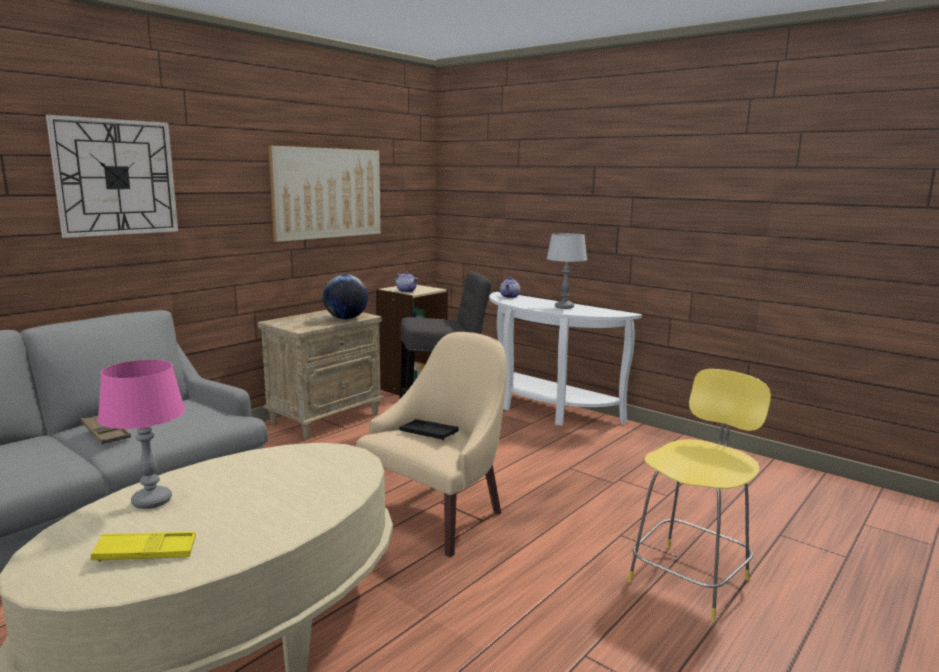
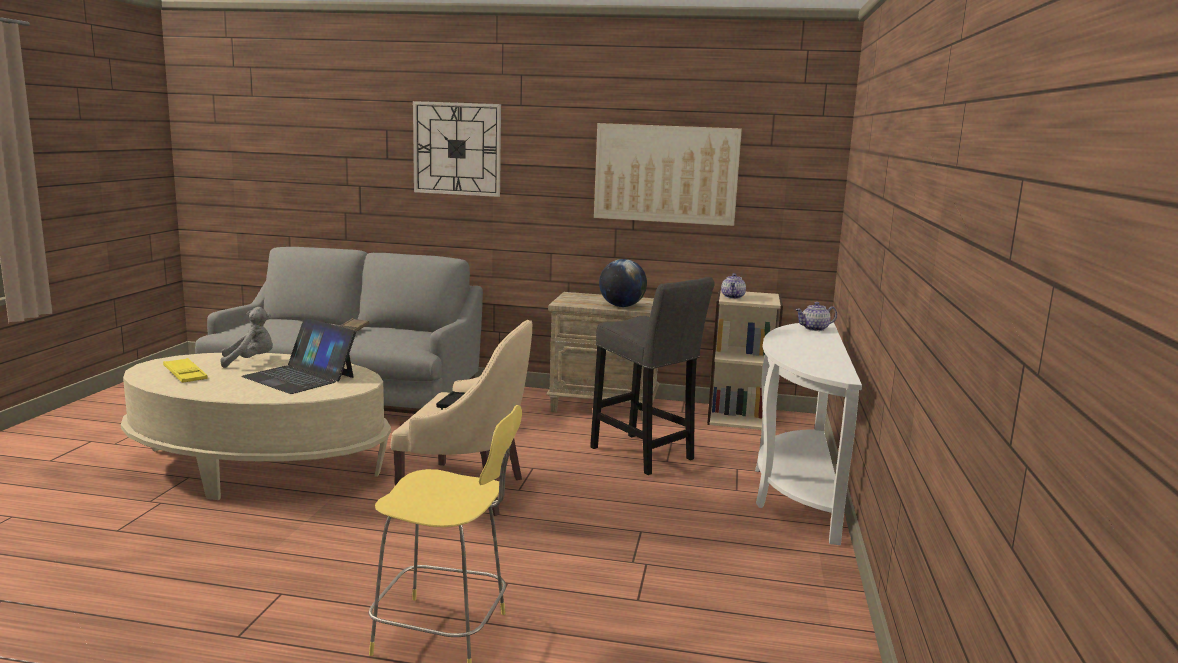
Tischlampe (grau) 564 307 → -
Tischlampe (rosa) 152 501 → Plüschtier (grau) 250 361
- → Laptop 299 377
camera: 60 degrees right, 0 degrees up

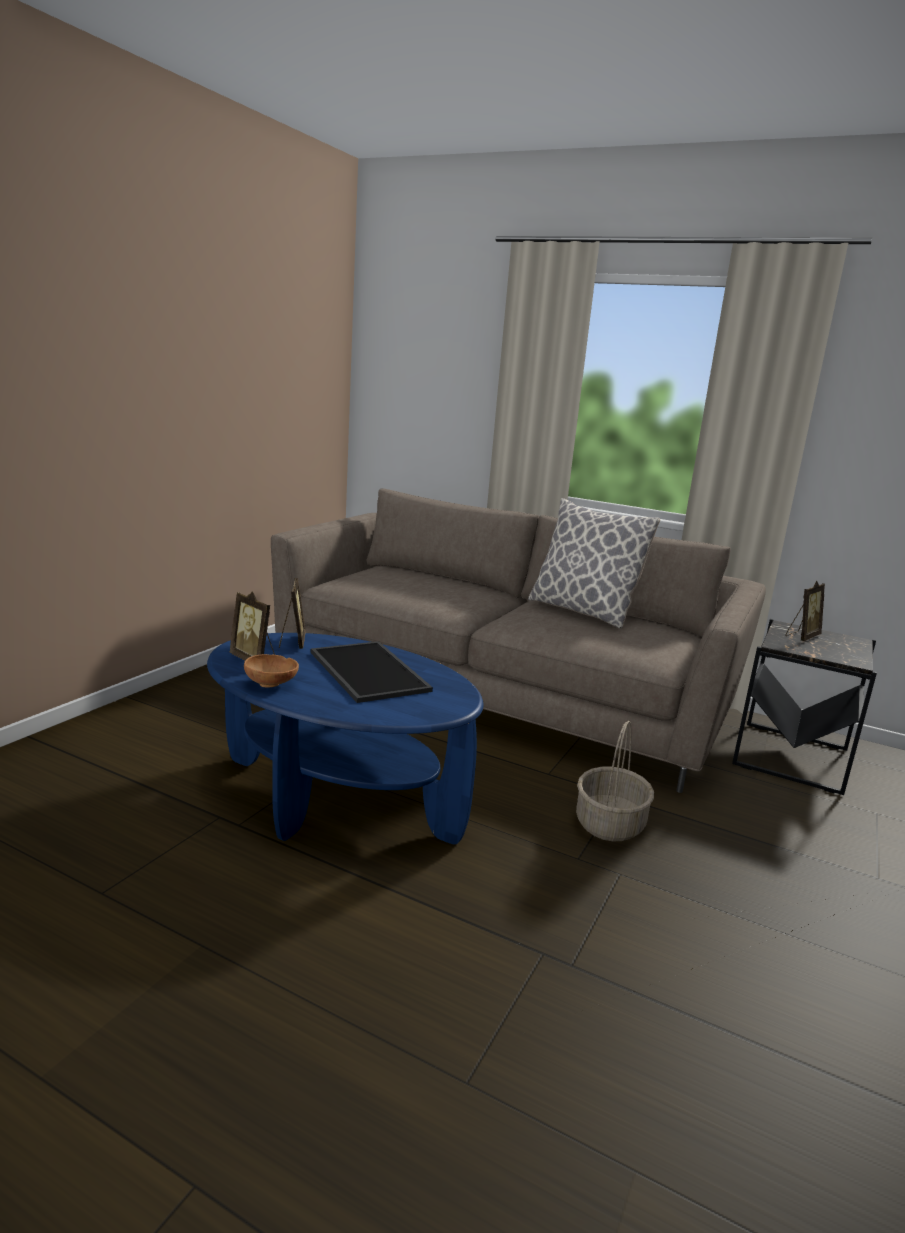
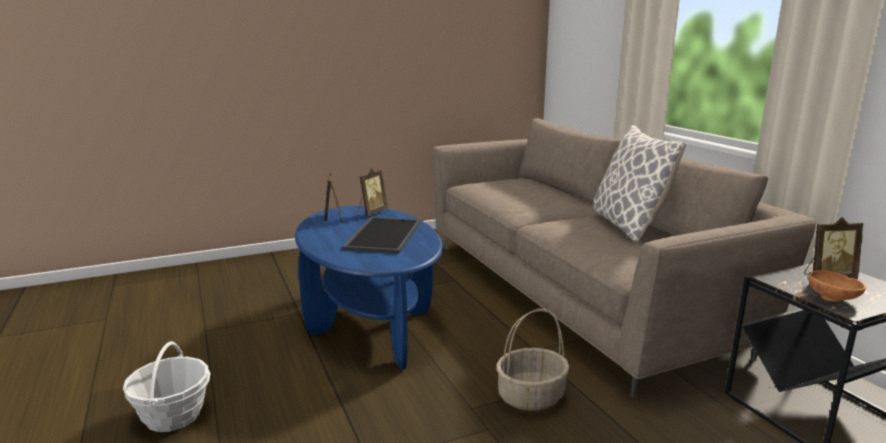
Schüssel (braun) 272 684 → Schüssel (braun) 833 299, move
- → Korb 173 415
camera: 40 degrees right, 0 degrees up

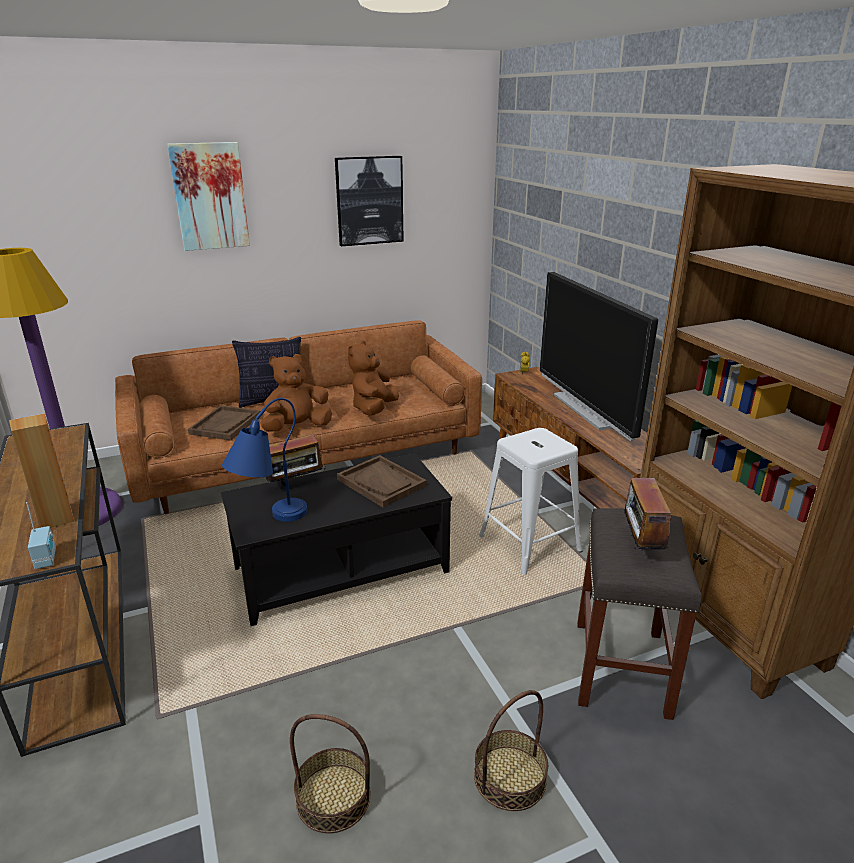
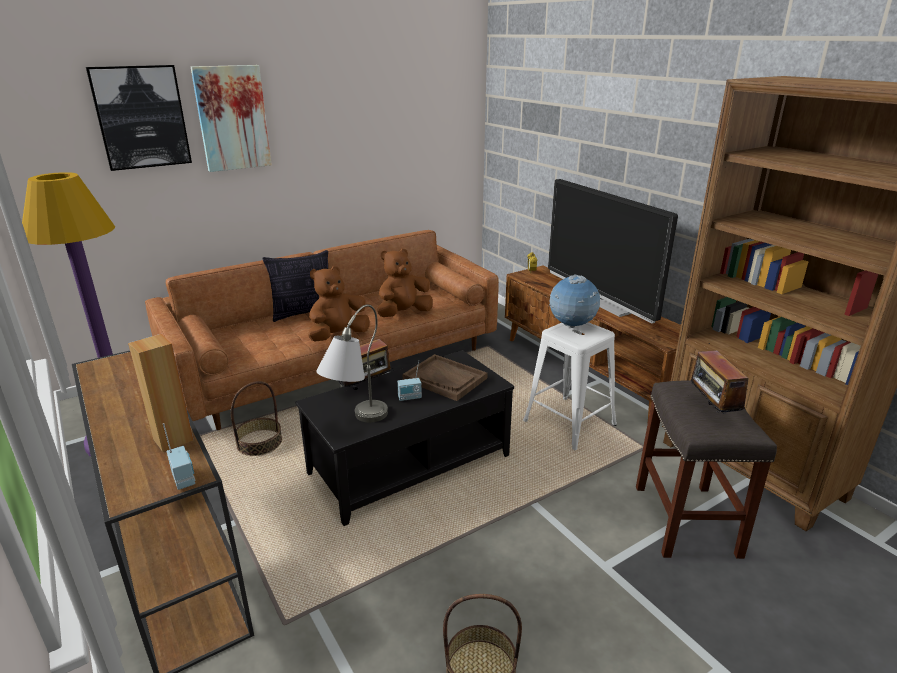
Bild 369 200 → Bild 141 117, move
Plüschtier (braun) 374 409 → Plüschtier (braun) 403 314, 45 degrees clockwise
Tischlampe (blau) 269 521 → Tischlampe (grau) 355 424
Tablett (braun) 226 424 → -
Korb 510 777 → Korb 259 443, move
- → Globus 572 326
- → Radio 410 398
camera: 10 degrees left, 0 degrees up

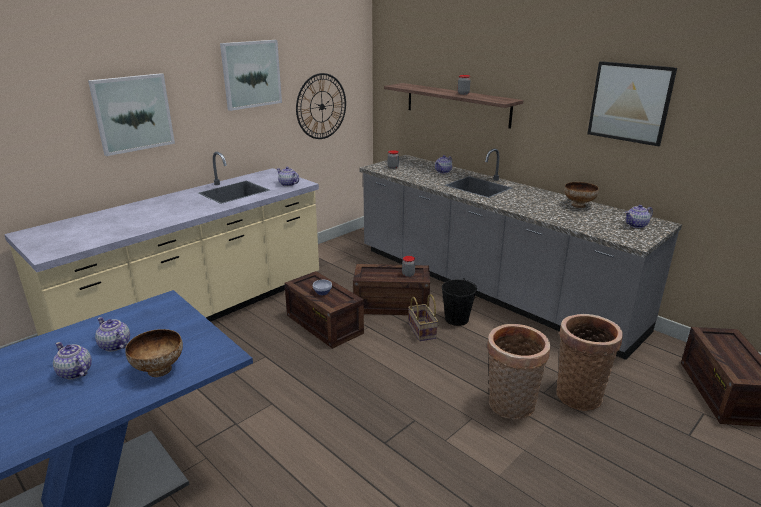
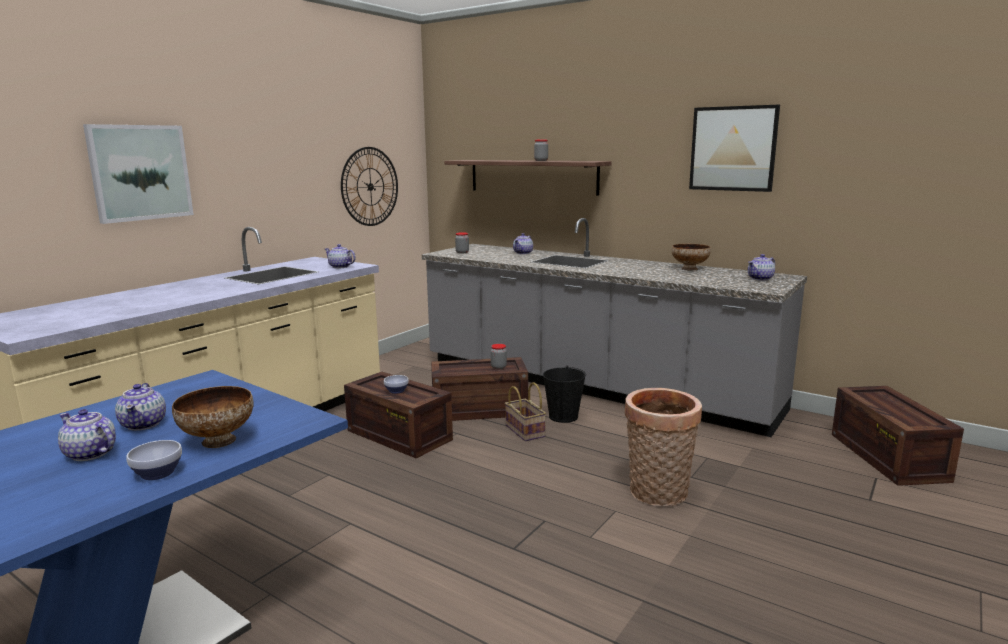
Bild 251 74 → -
Korb 579 394 → -
Teekanne 115 346 → Teekanne 144 424, 135 degrees counterclockwise
- → Schüssel 159 473
camera: 10 degrees left, 10 degrees down

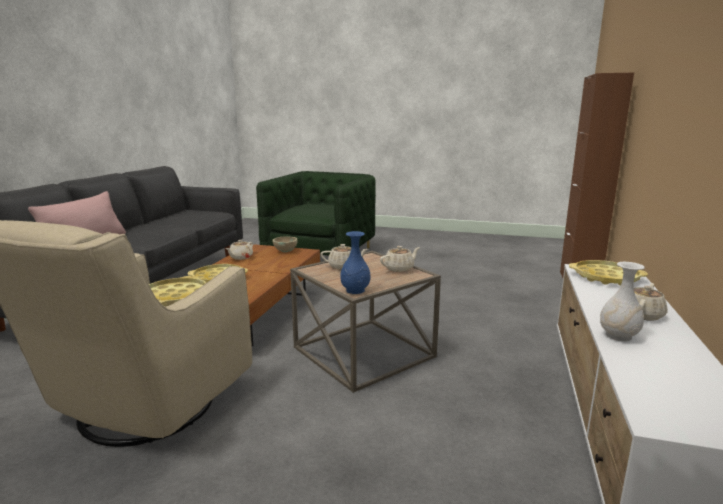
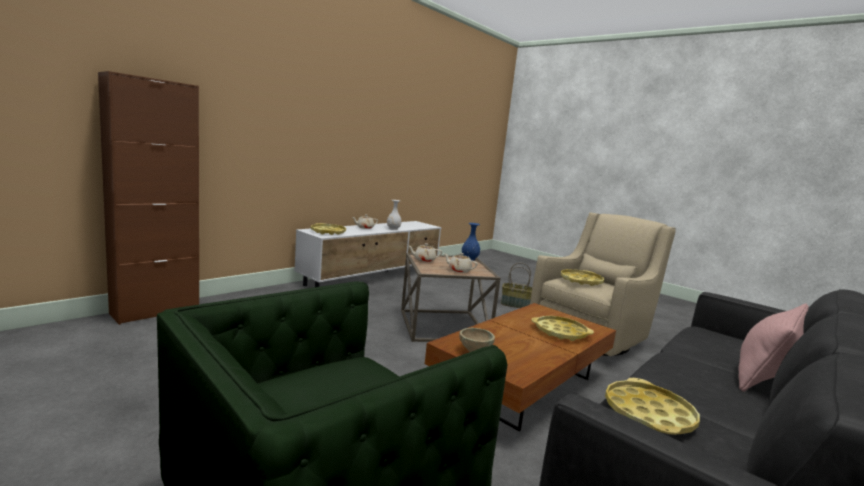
Teekanne (beige) 240 257 → -
- → Korb 516 305
- → Tablett (gelb) 648 414
camera: 155 degrees left, 5 degrees down

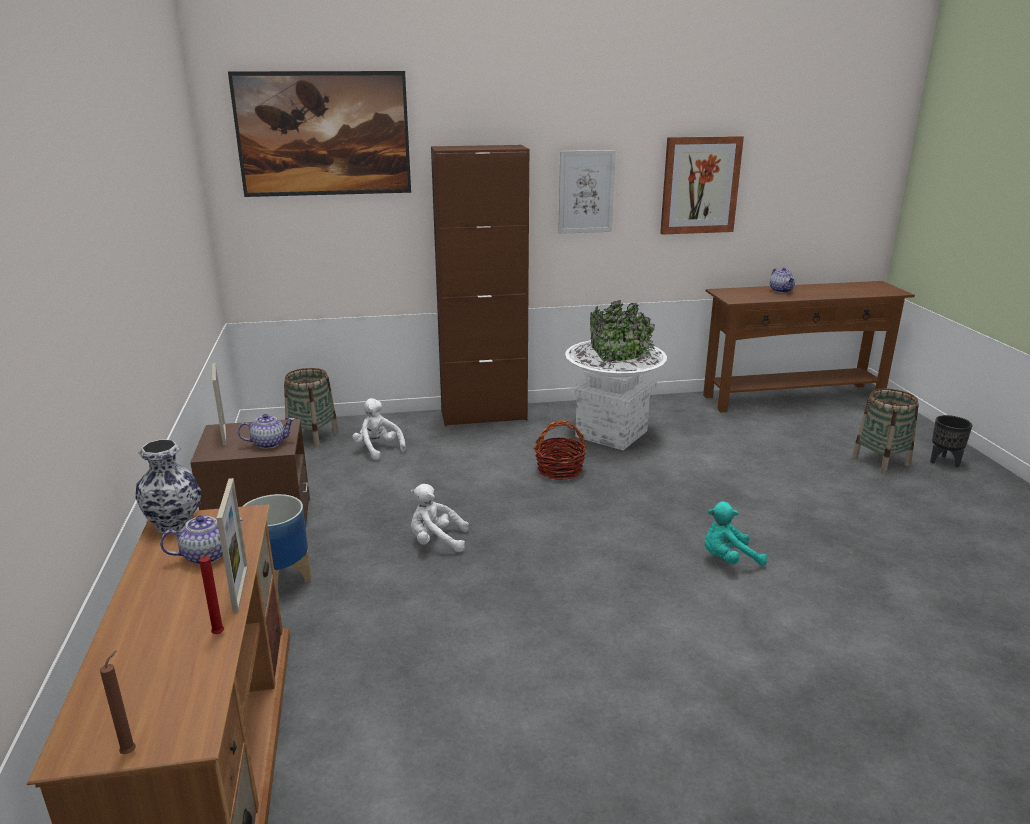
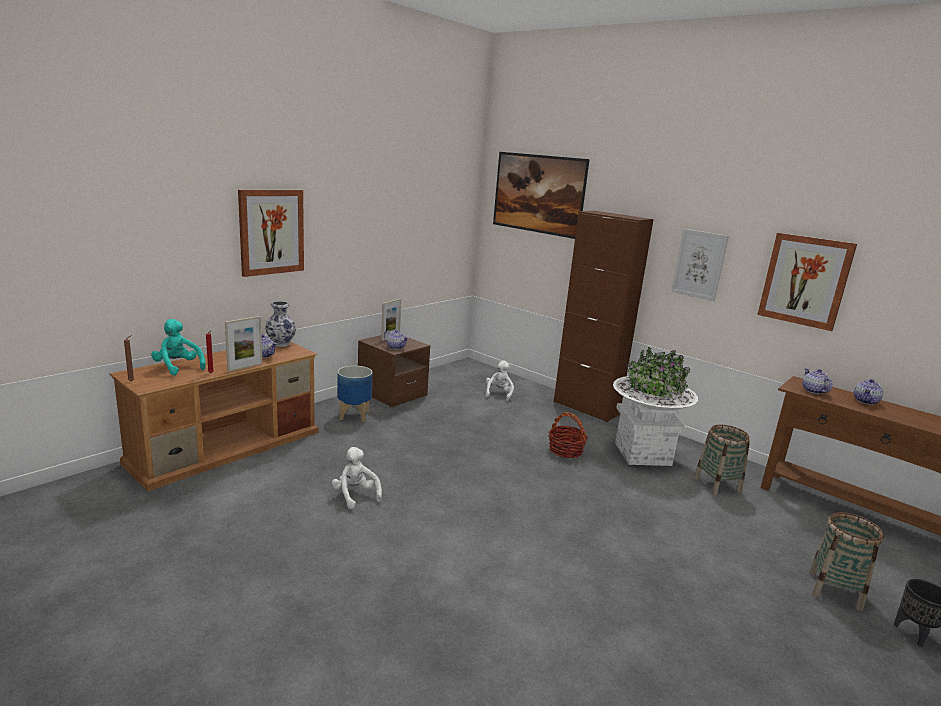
Korb 313 436 → Korb 717 485, move
Plüschtier (weiß) 436 541 → Plüschtier (weiß) 355 495, move
Plüschtier (türkis) 728 559 → Plüschtier (türkis) 178 367, move
- → Bild 271 232
- → Teekanne 813 391
camera: 50 degrees right, 5 degrees down

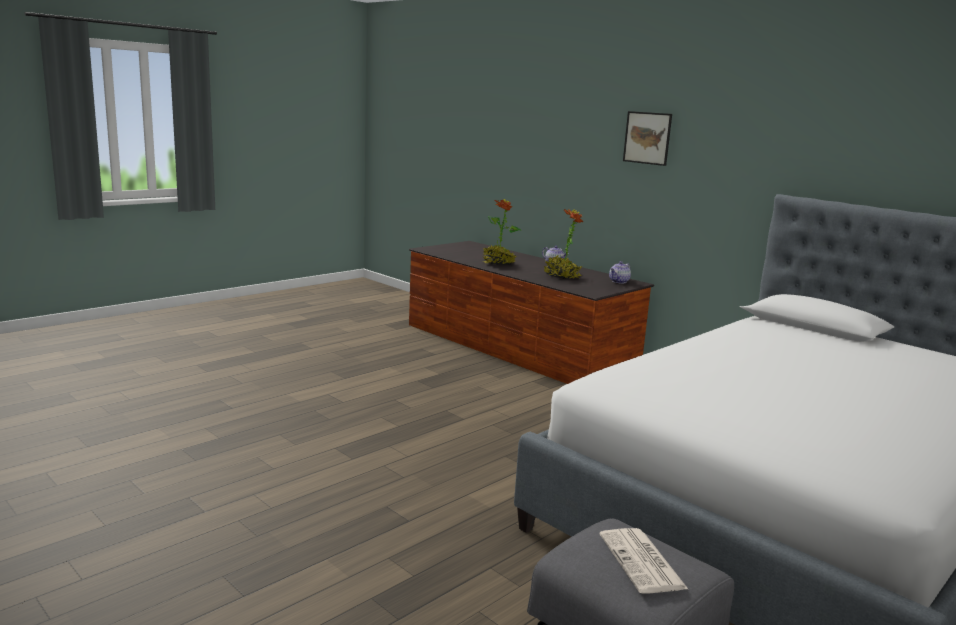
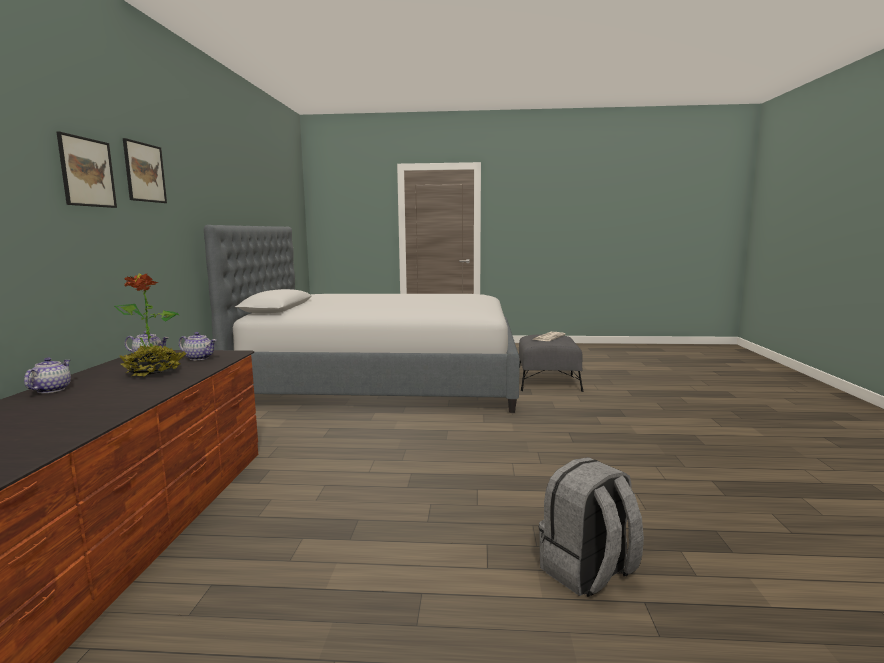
Topfpflanze 498 264 → -
- → Bild 144 172
- → Teekanne 199 358
- → Rucksack (grau) 588 572
camera: 130 degrees left, 5 degrees down

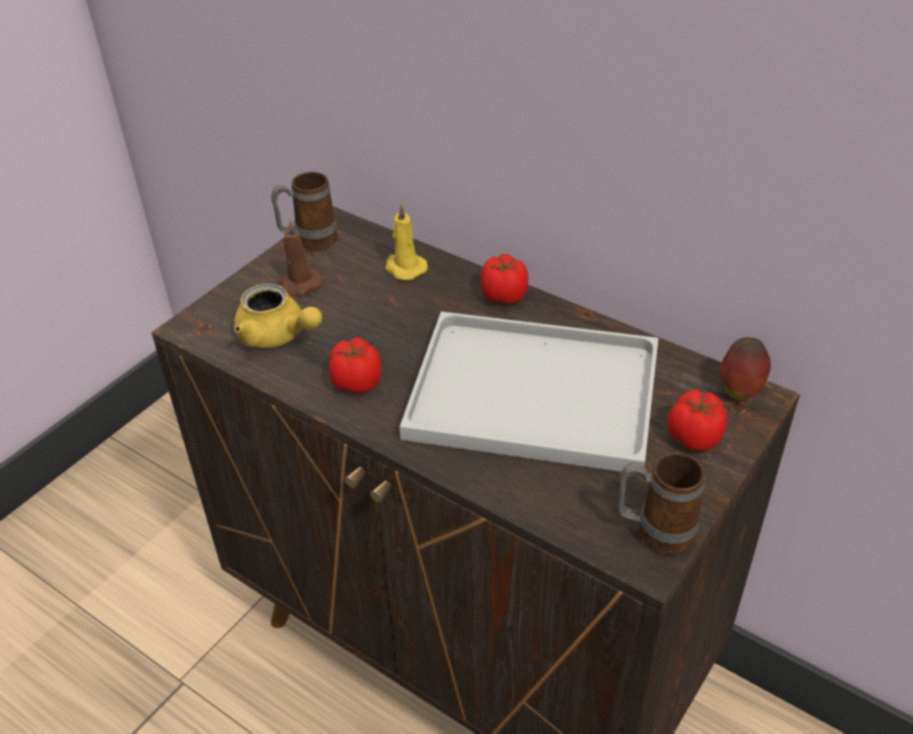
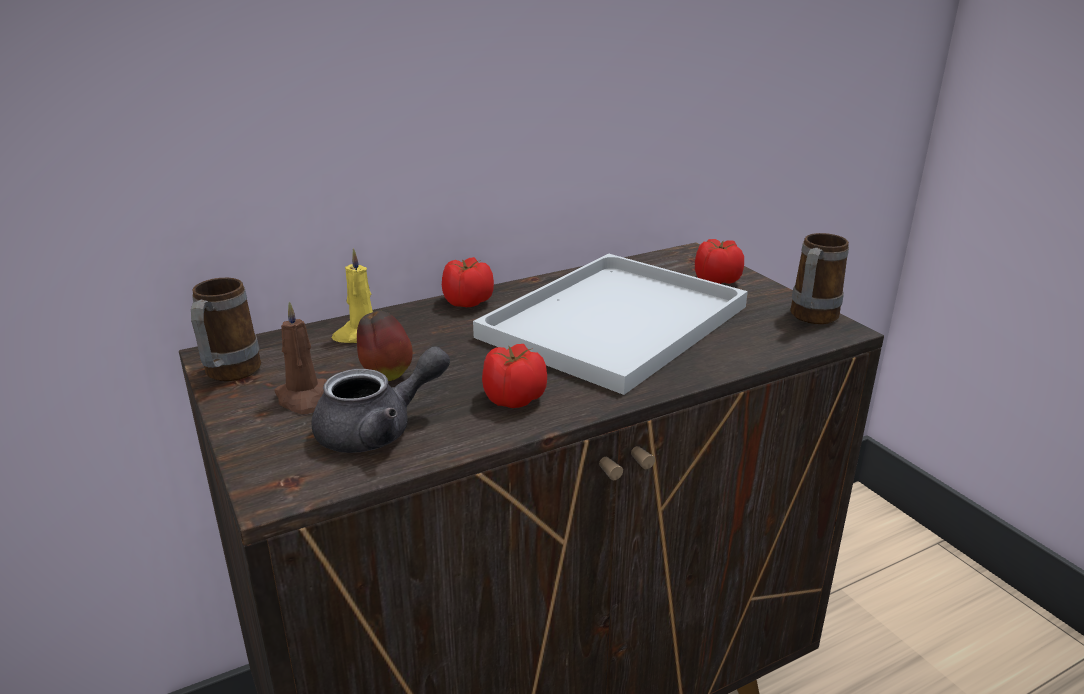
Teekanne (gelb) 277 336 → Teekanne (grau) 379 430
Apfel 740 390 → Apfel 386 375, move
camera: 65 degrees left, 15 degrees down

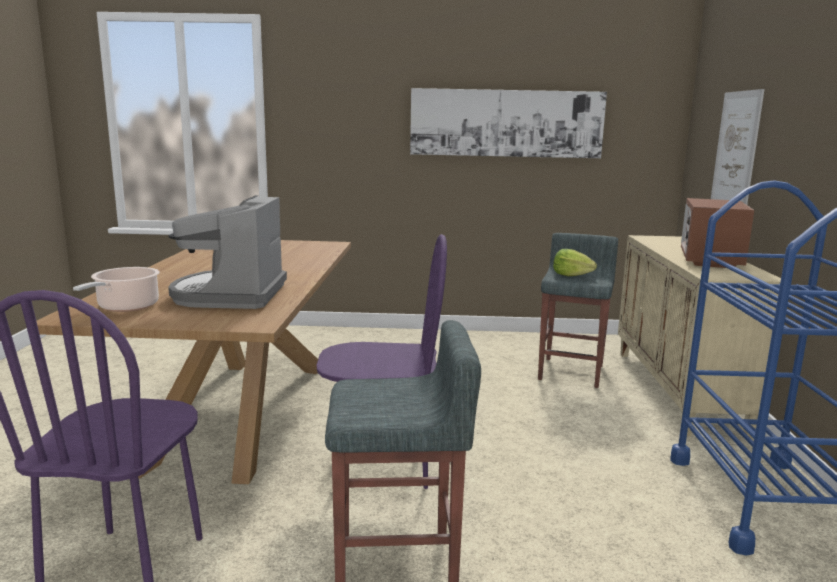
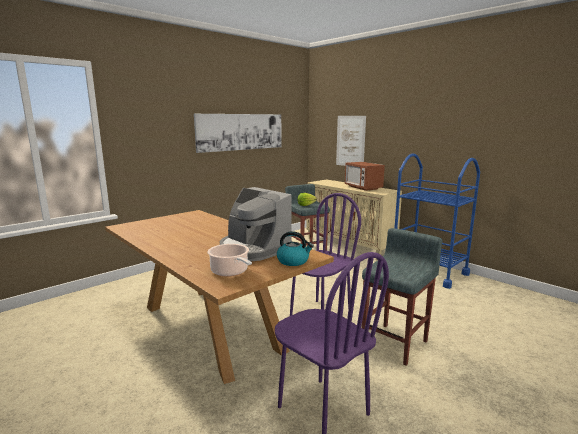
- → Wasserkessel 293 261
camera: 45 degrees left, 0 degrees up

